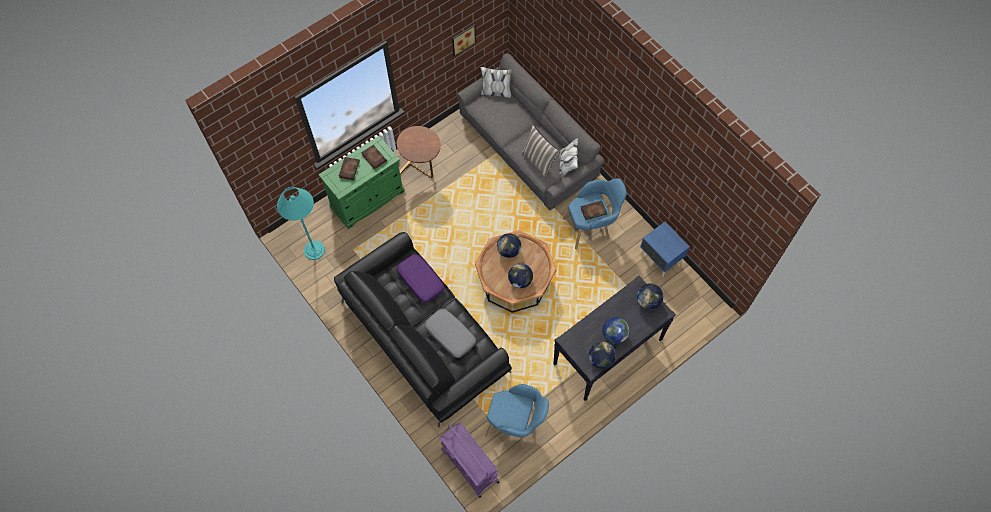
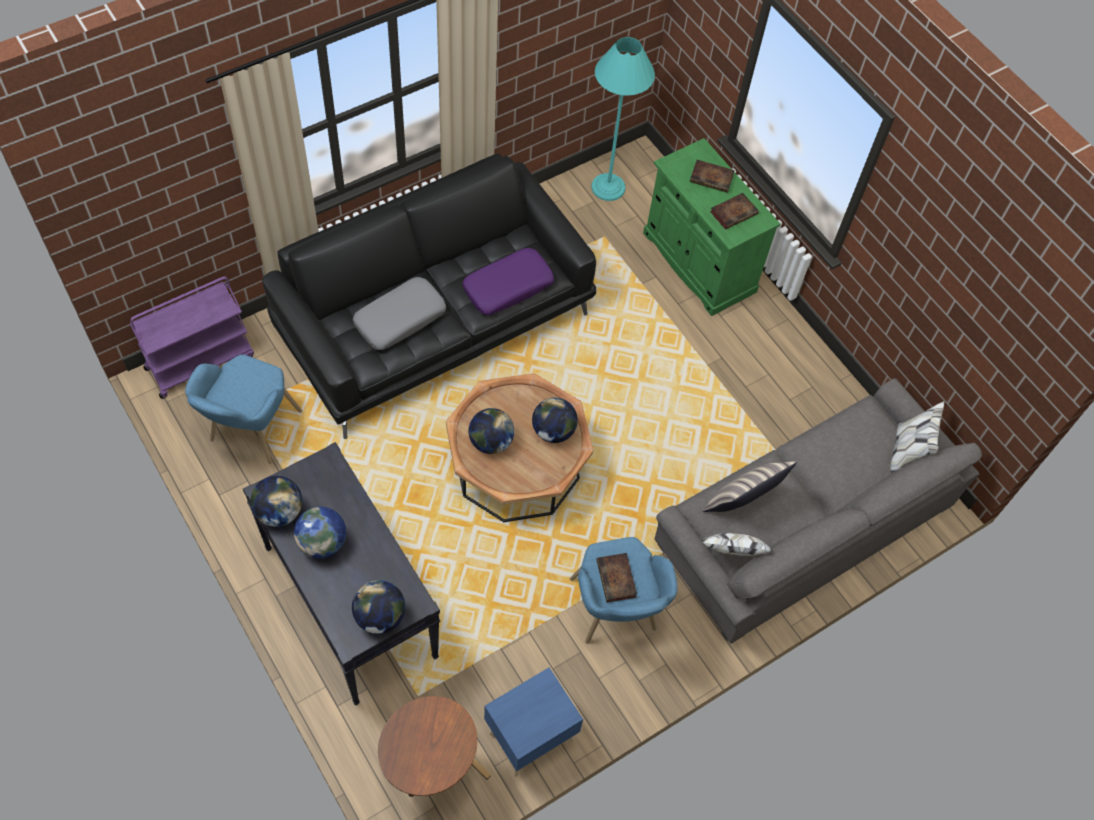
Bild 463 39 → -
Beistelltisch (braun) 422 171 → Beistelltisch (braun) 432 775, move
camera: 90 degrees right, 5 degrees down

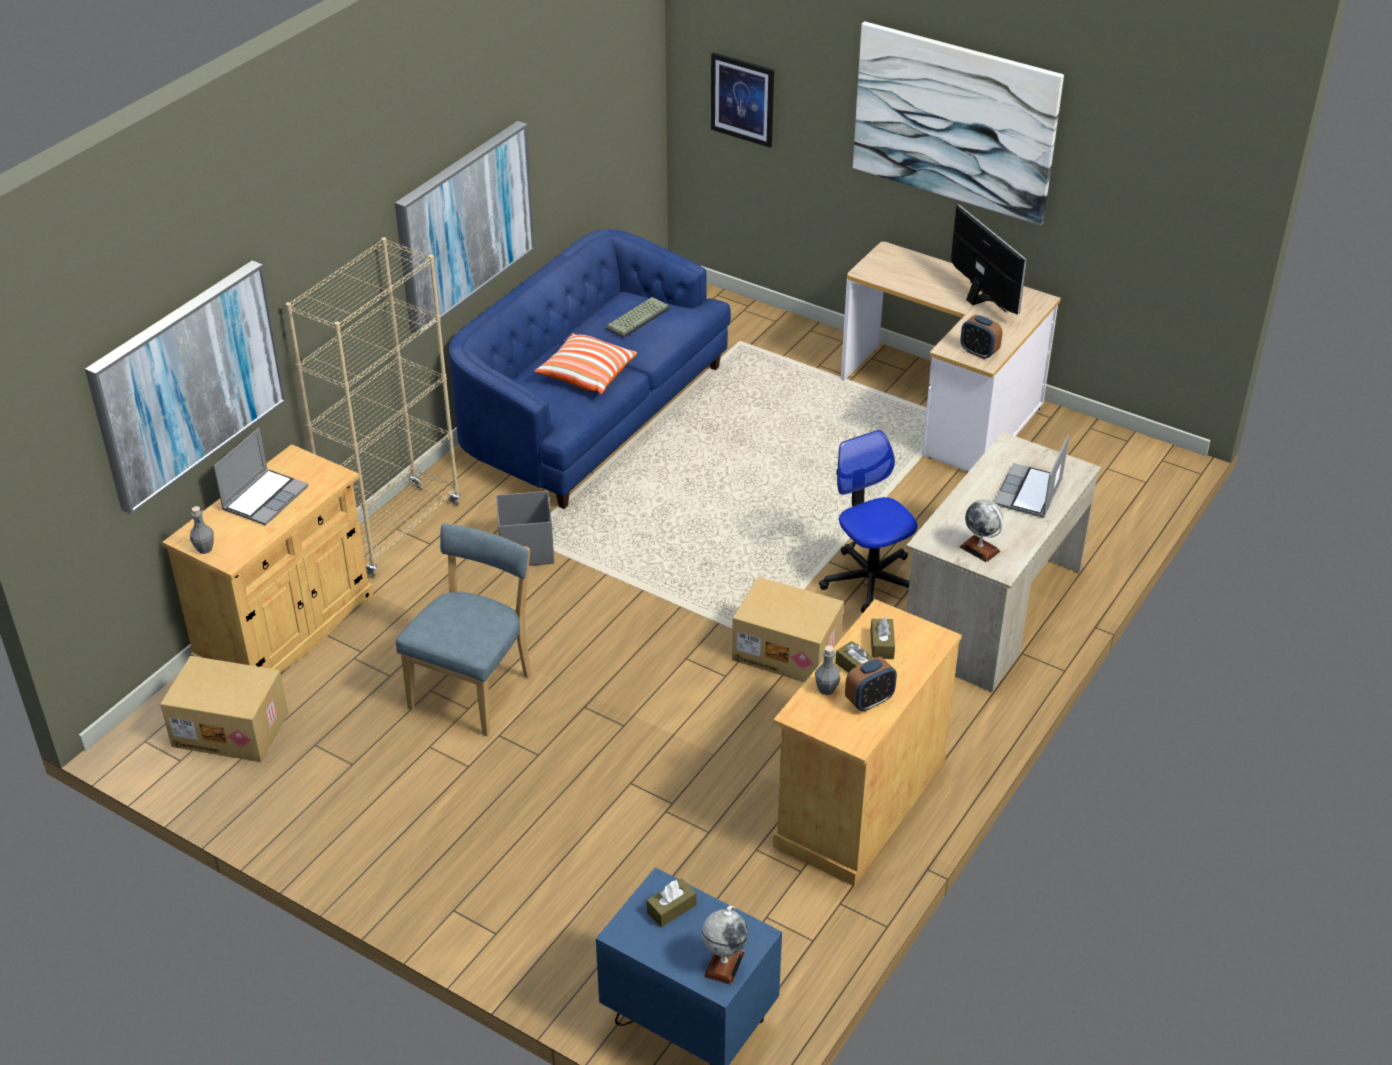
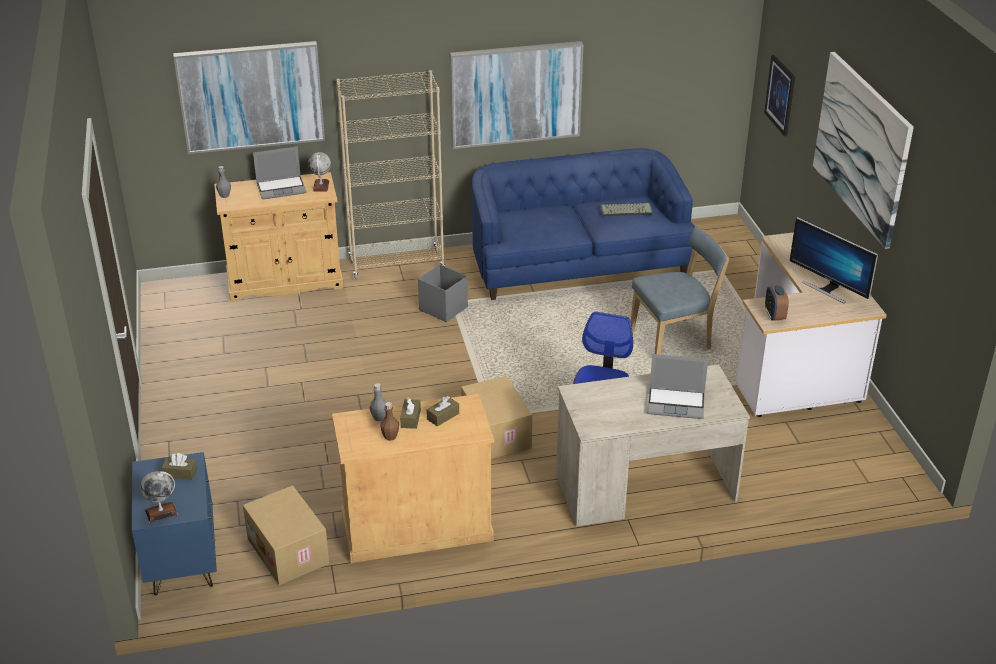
Monitor 981 299 → Monitor 828 289, 120 degrees clockwise
Kissen 586 375 → -
Laptop 1029 493 → Laptop 676 403, 150 degrees counterclockwise
Globus 980 549 → Globus 321 186, move
Stuhl (blau) 475 688 → Stuhl (blau) 674 339, move
Karton 232 728 → Karton 289 551, move
Wecker 869 701 → Flasche (braun) 390 436
camera: 45 degrees right, 5 degrees down

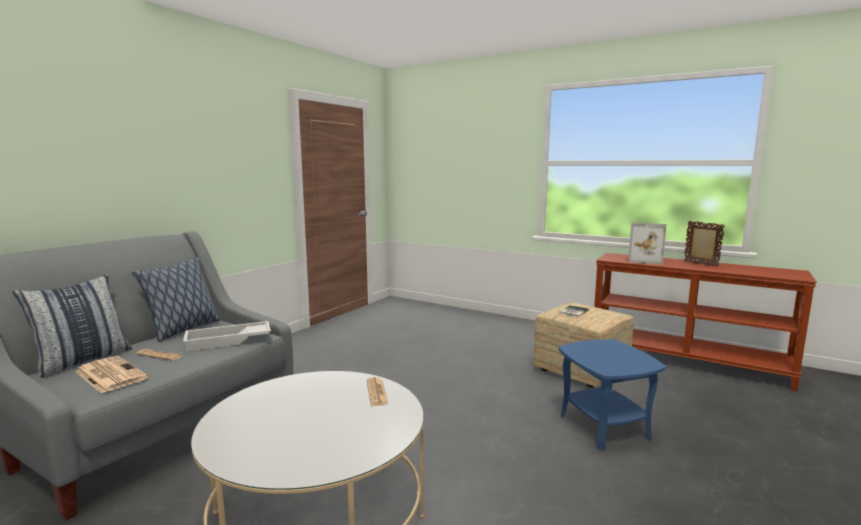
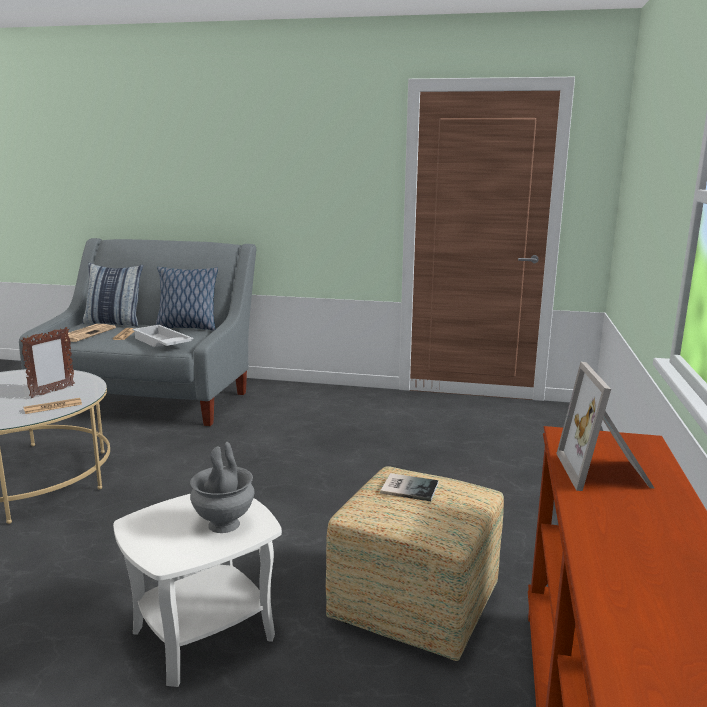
Bilderrahmen 701 264 → Bilderrahmen 52 391, move
Beistelltisch (blau) 603 426 → Beistelltisch (weiß) 204 633
- → Vase (grau) 223 525
camera: 70 degrees right, 5 degrees up

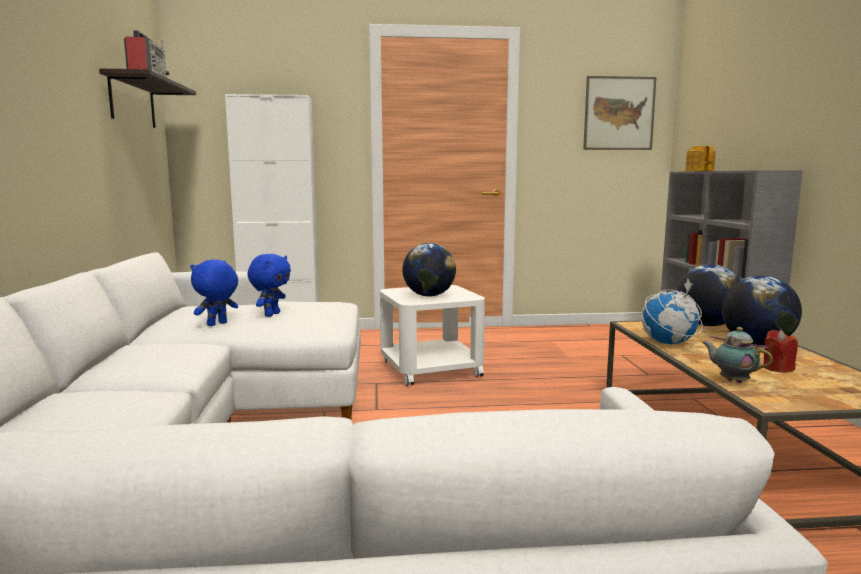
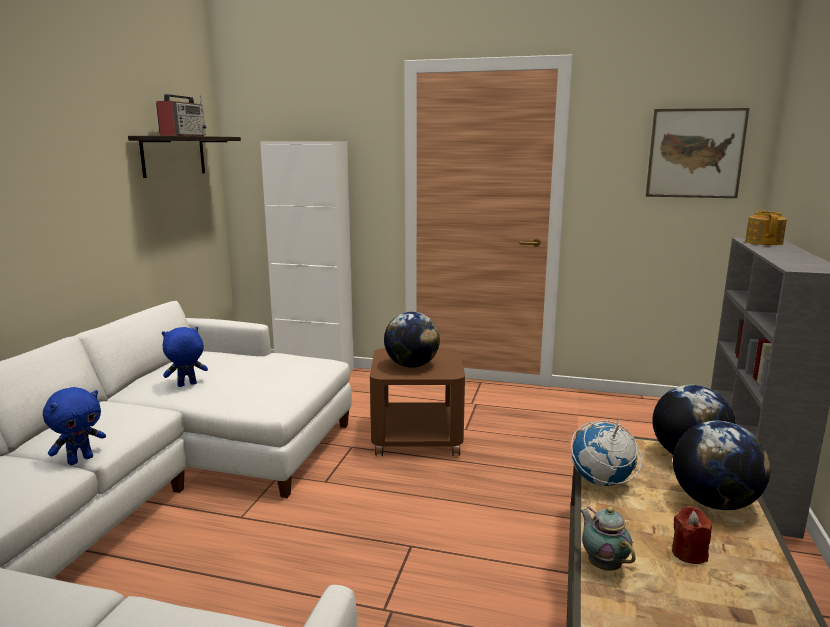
Plüschtier (blau) 271 314 → Plüschtier (blau) 80 460, move
Beistelltisch (weiß) 430 368 → Beistelltisch (braun) 417 436
camera: 20 degrees right, 5 degrees up

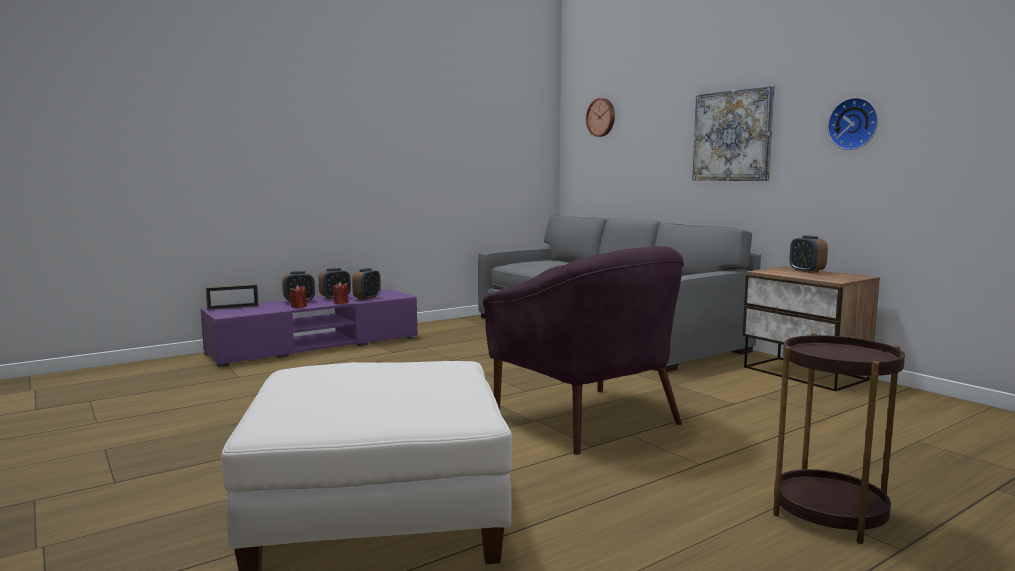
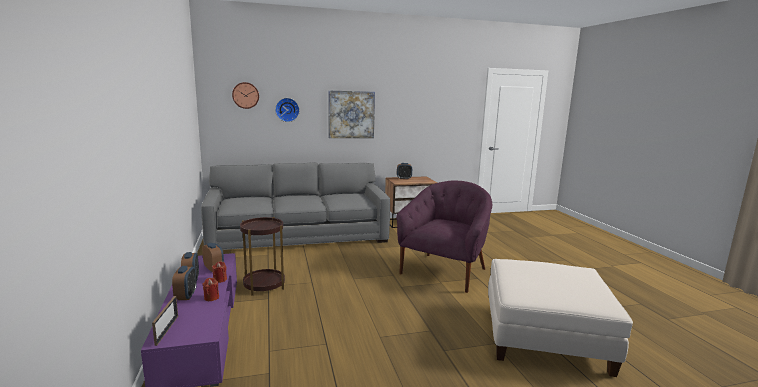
Wanduhr 854 124 → Wanduhr 287 109, move
Sessel (lila) 589 419 → Sessel (lila) 444 271, 45 degrees counterclockwise
Beistelltisch (braun) 829 513 → Beistelltisch (braun) 264 285, move
camera: 70 degrees left, 5 degrees up

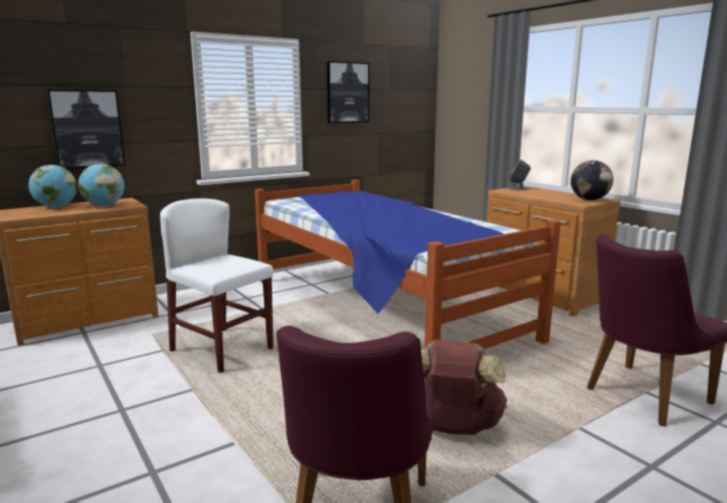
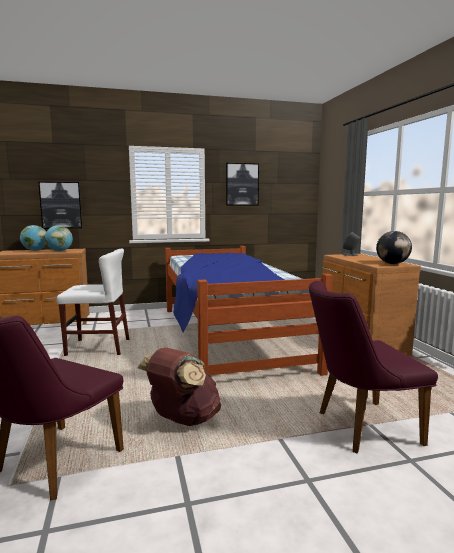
Stuhl (weiß) 222 349 → Stuhl (weiß) 98 347, 120 degrees clockwise
camera: 20 degrees right, 5 degrees down

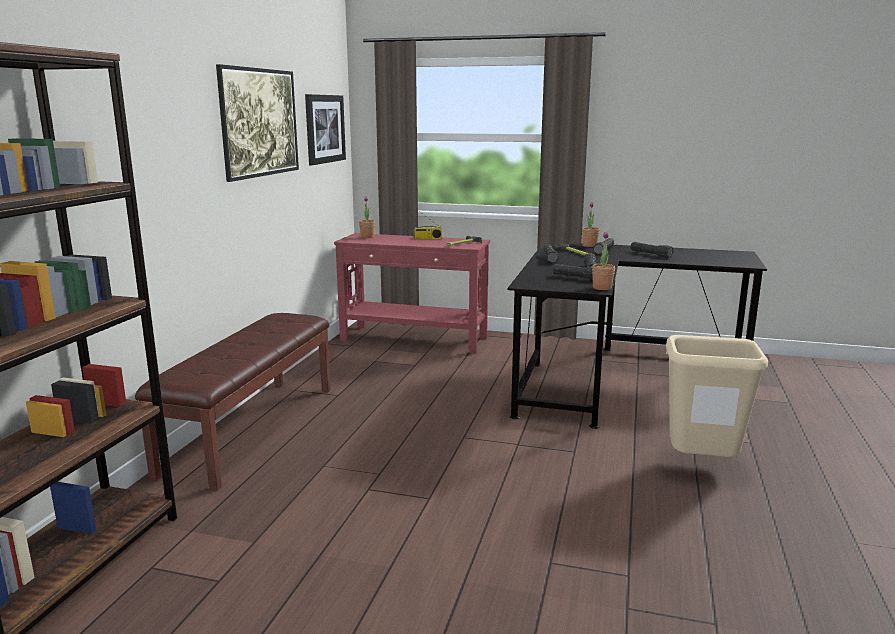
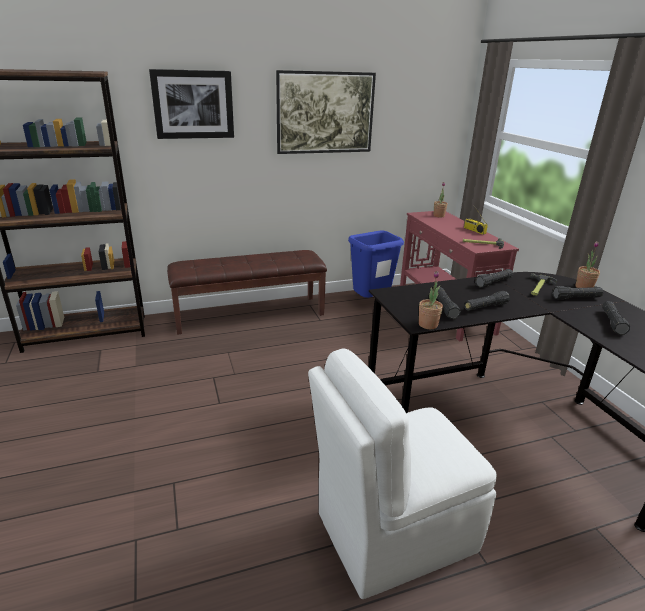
Bild 324 129 → Bild 193 104, move
Mülleimer (beige) 700 466 → Stuhl (weiß) 391 532
- → Mülleimer (blau) 371 302
camera: 55 degrees right, 10 degrees up

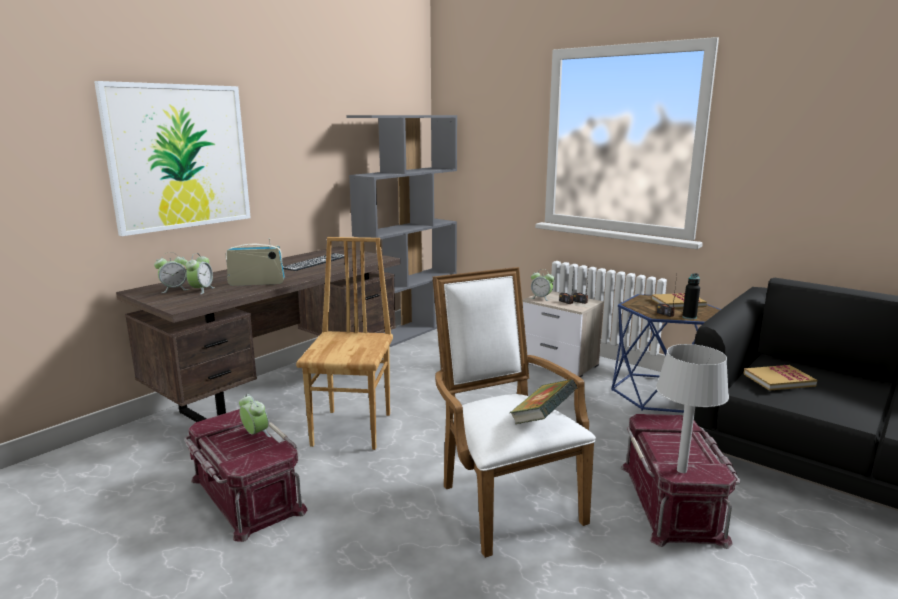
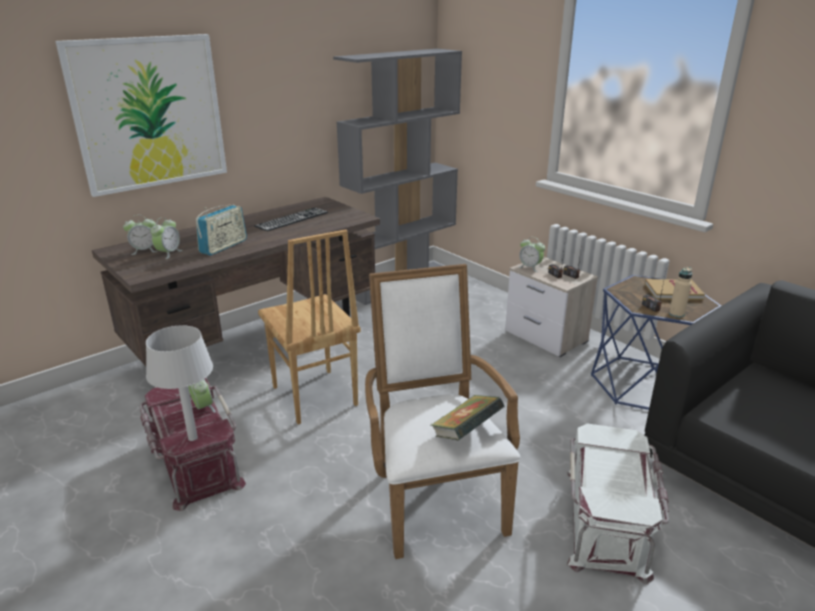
Stuhl (braun) 353 429 → Stuhl (braun) 313 397, 135 degrees clockwise
Radio 256 283 → Radio 223 246, 120 degrees clockwise
Flasche (schwarz) 689 317 → Flasche (beige) 676 314
Tischlampe (grau) 682 470 → Tischlampe (grau) 193 438, move
Buch 778 380 → -
Aufbewahrungsbox (rot) 673 502 → Aufbewahrungsbox (weiß) 608 521
camera: 10 degrees right, 10 degrees up

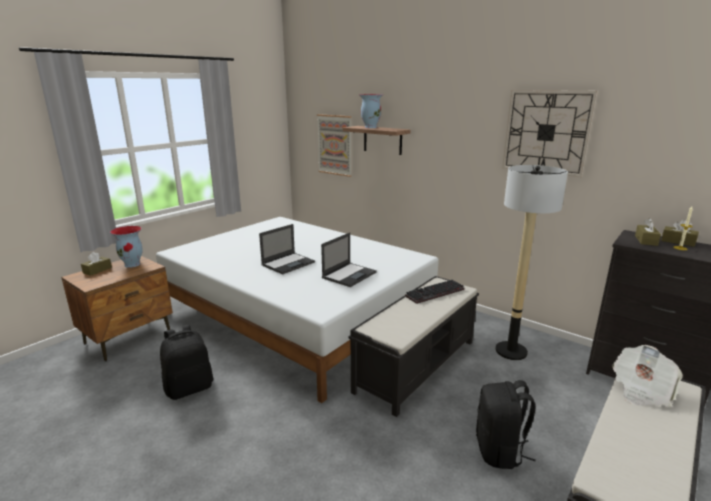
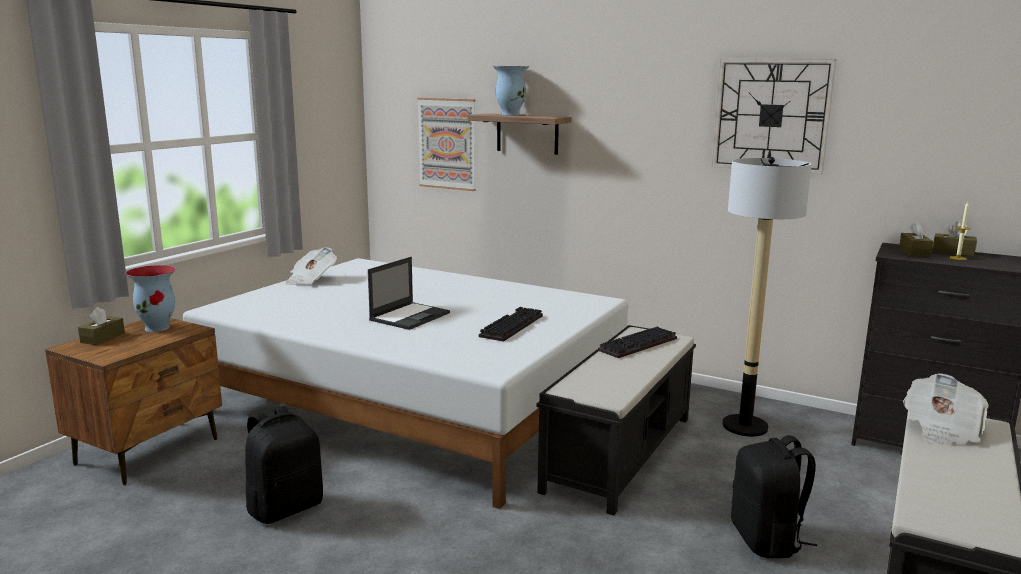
Laptop 349 275 → Tastatur 511 325
- → Zeitung 311 280
camera: 10 degrees left, 5 degrees down

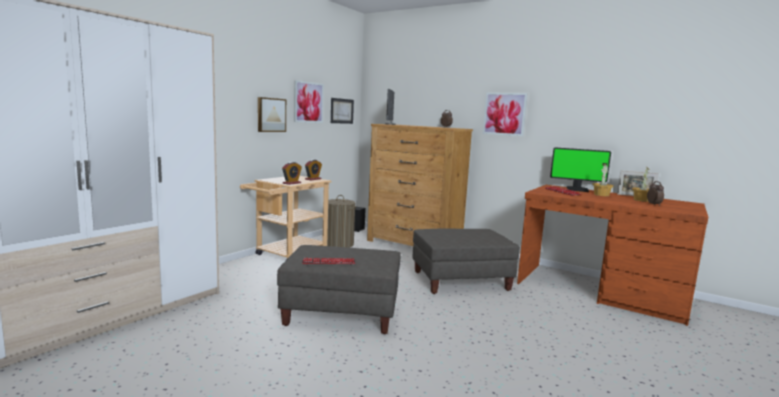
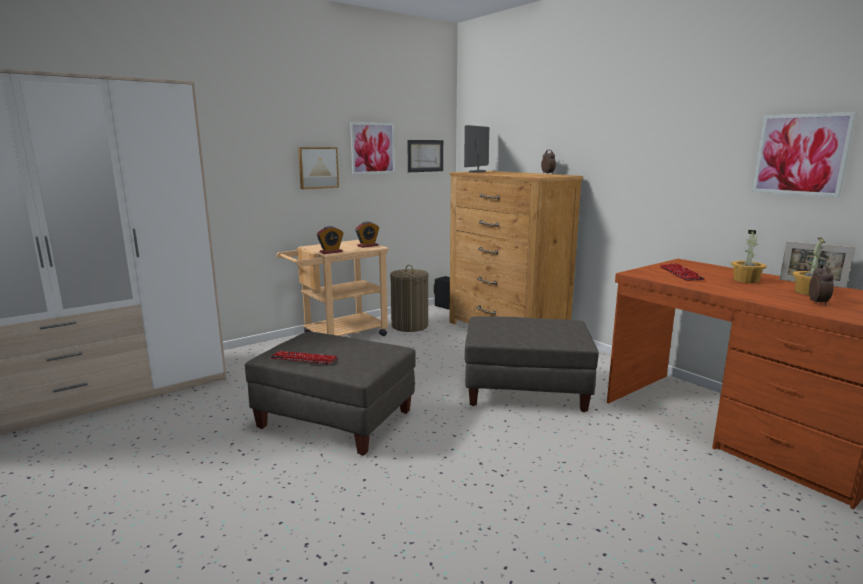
Bild 504 114 → Bild 801 154, move
Monitor 577 189 → -
camera: 20 degrees right, 5 degrees up

